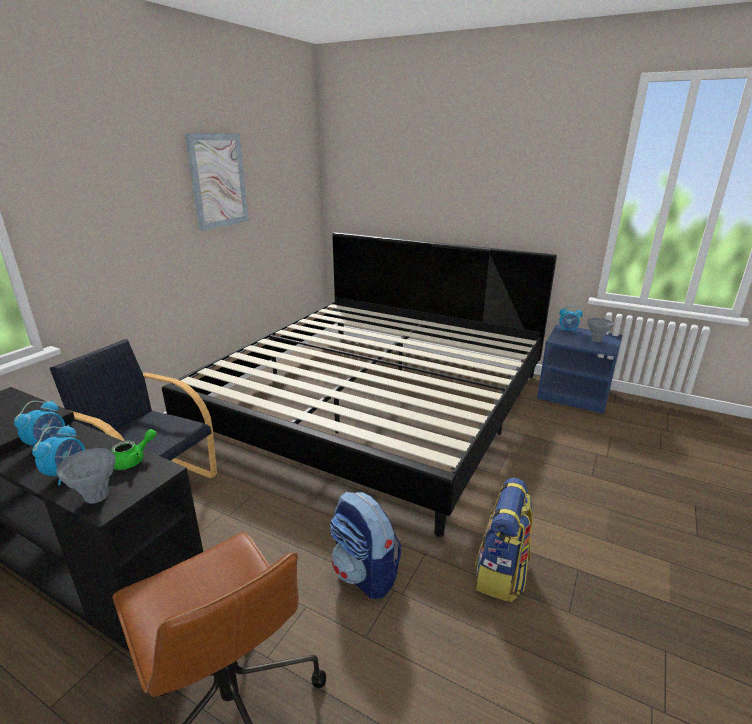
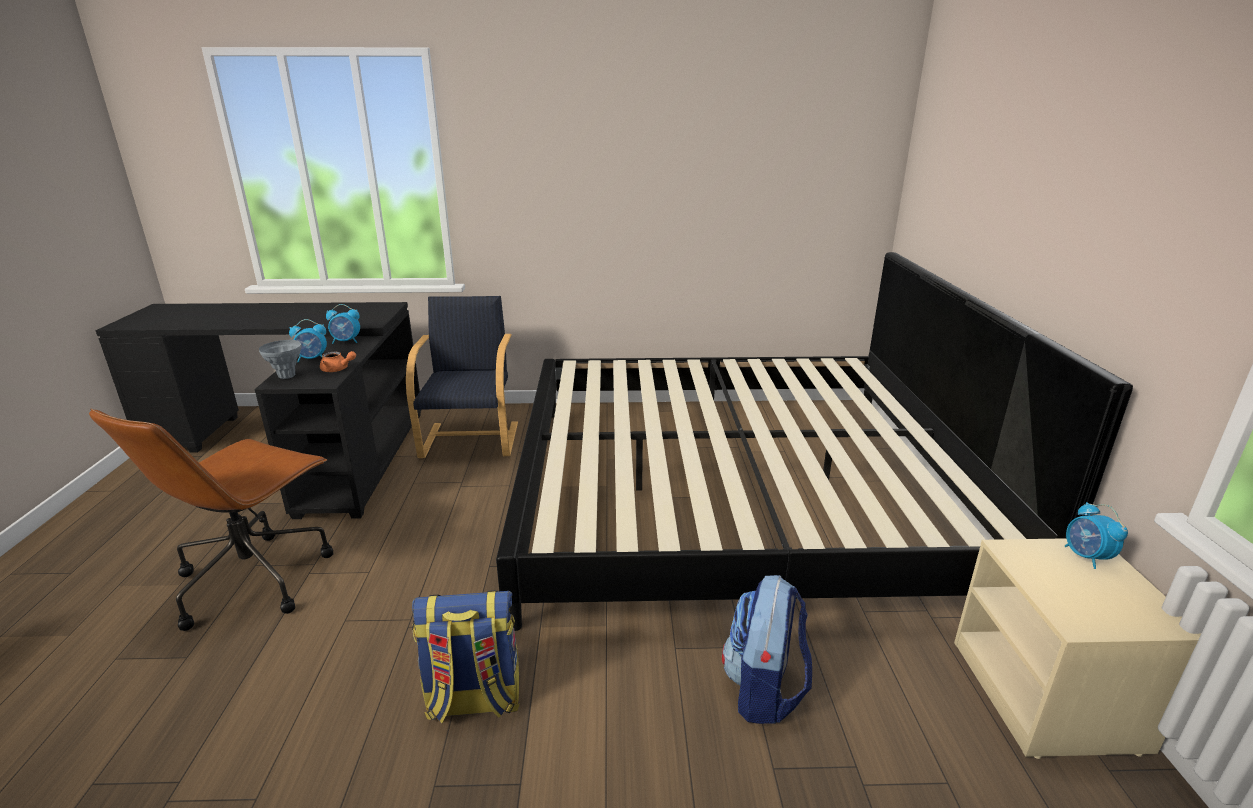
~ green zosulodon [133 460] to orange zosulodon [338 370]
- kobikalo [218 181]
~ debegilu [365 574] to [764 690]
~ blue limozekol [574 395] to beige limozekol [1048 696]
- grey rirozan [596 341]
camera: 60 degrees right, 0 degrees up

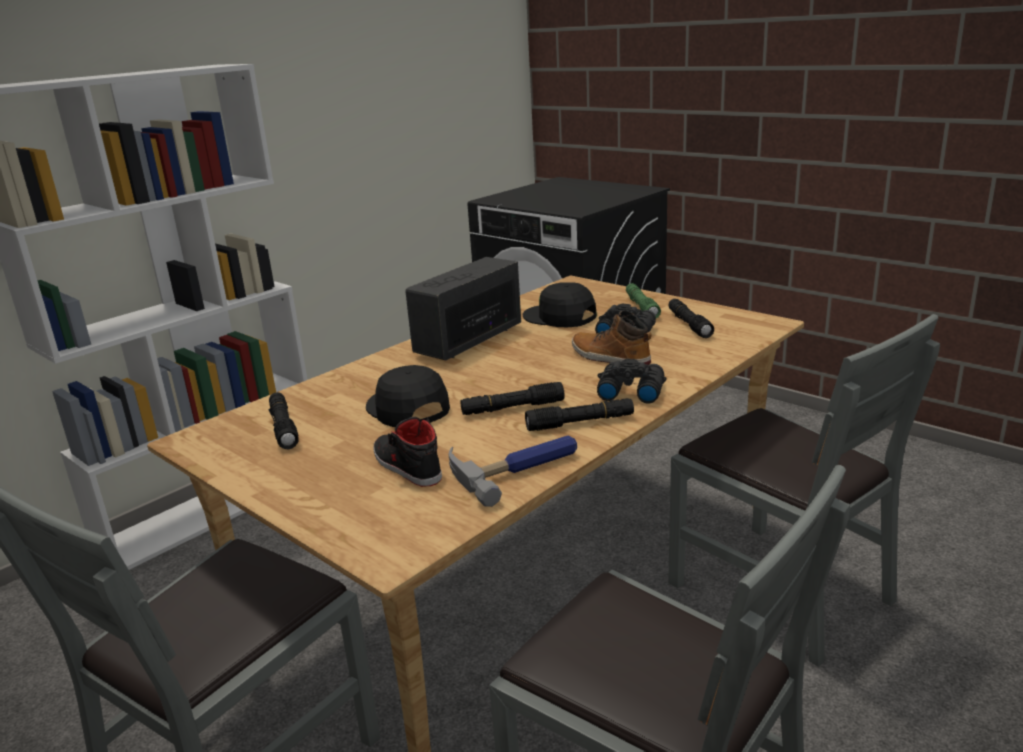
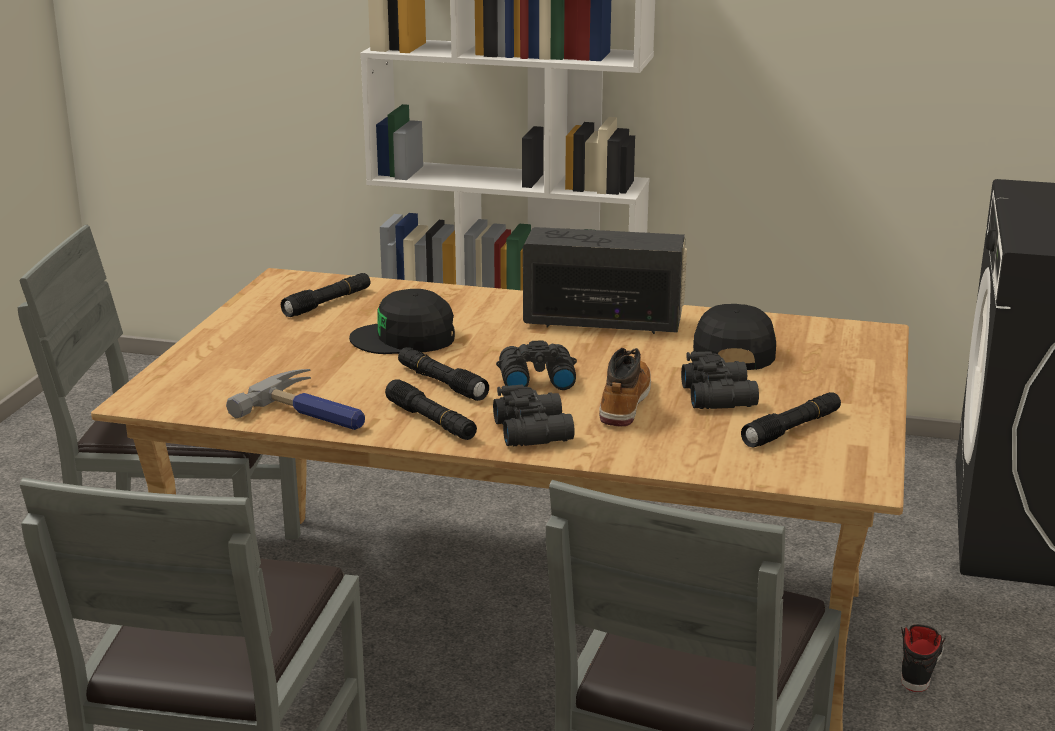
~ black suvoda [407 408] = [405 338] 120 degrees counterclockwise
~ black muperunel [406 466] to [920 664]
- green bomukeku [641 307]
+ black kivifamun [535 379]
camera: 60 degrees right, 0 degrees up

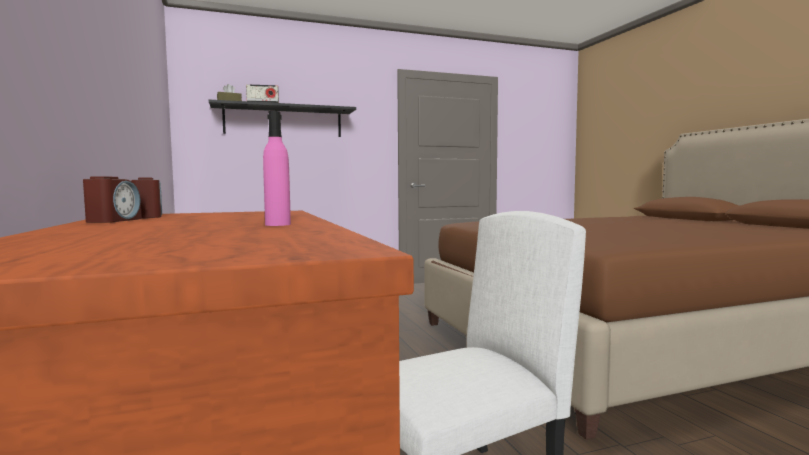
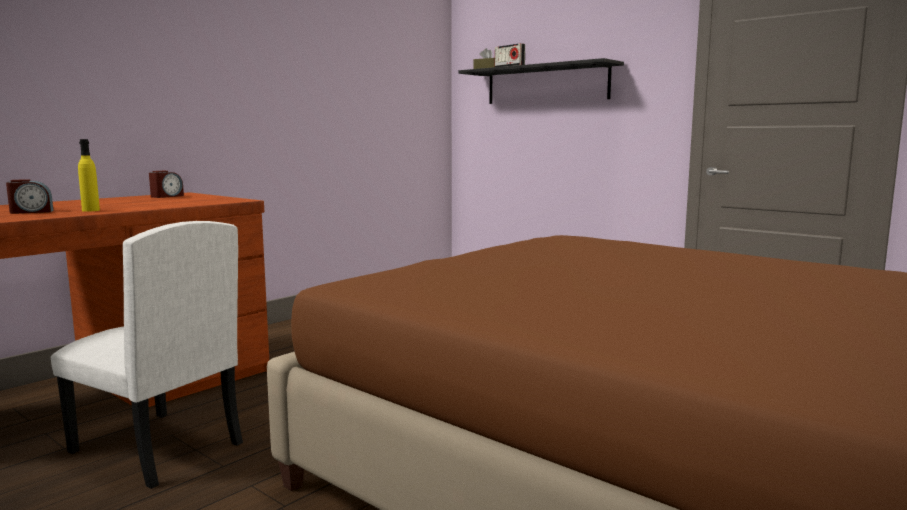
~ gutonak [114 220] to [31 212]
~ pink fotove [278 224] to yellow fotove [91 210]
camera: 60 degrees right, 5 degrees up

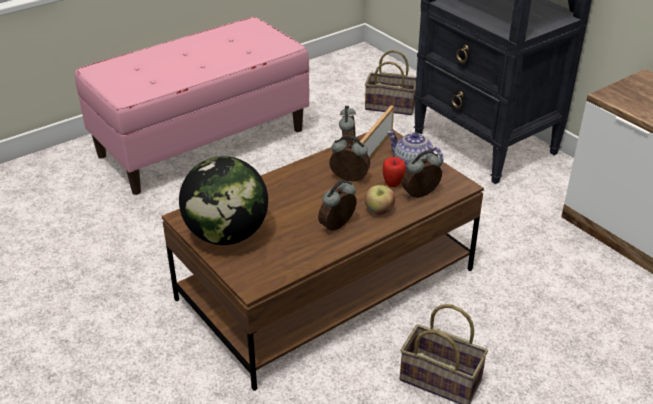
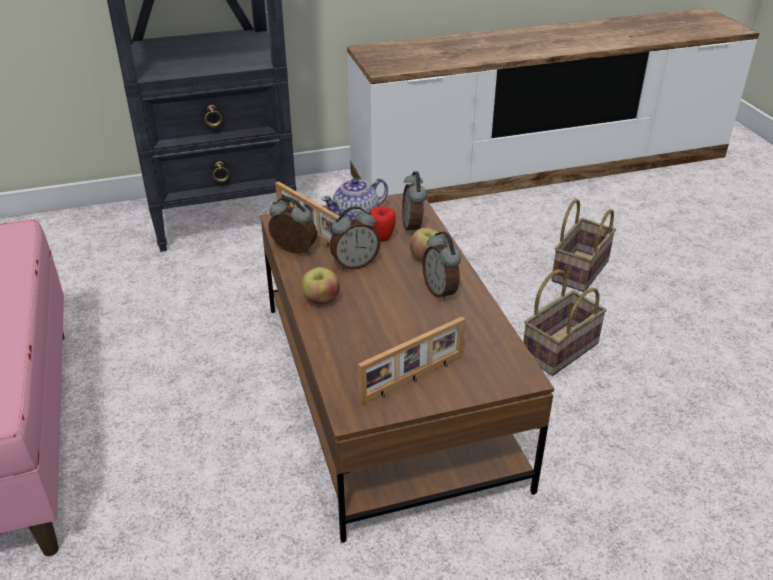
~ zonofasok [227 235] to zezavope [413 380]
~ gutonak [349 180] = [355 264] 150 degrees counterclockwise
~ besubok [391 106] to [579 269]
+ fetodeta [321 300]
camera: 70 degrees left, 0 degrees up

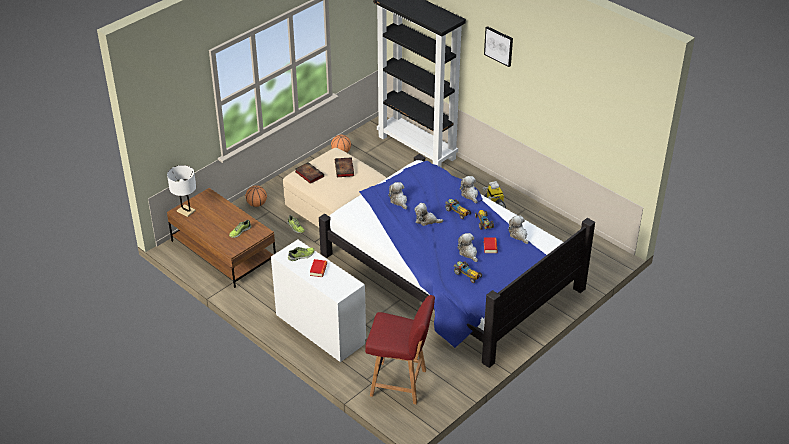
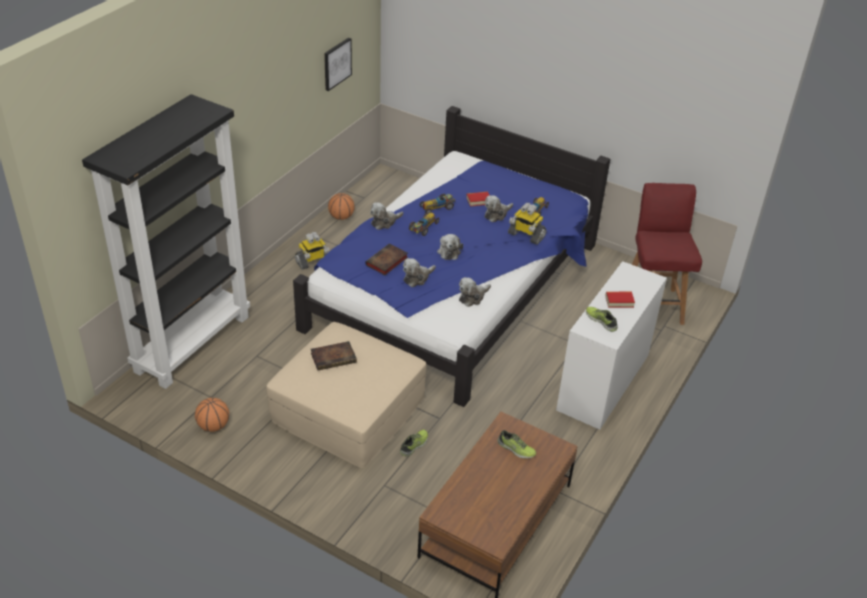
- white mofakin [186 211]
~ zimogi [257 204] to [341 217]
~ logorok [308 174] to [386 262]
~ kobikalo [499 46] to [336 63]
~ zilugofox [518 235] to [472 297]
+ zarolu [526 235]
camera: 105 degrees left, 0 degrees up

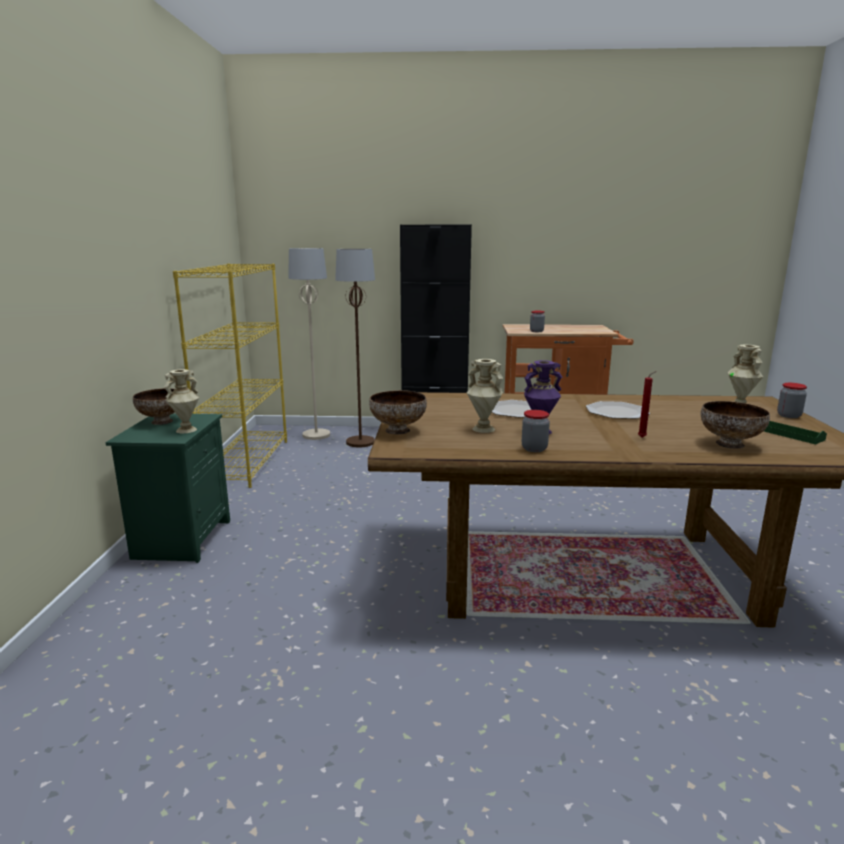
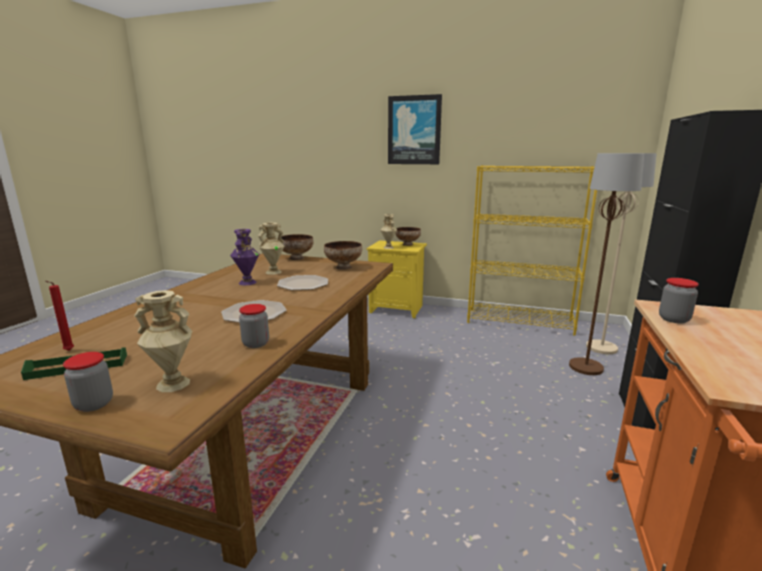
~ green limozekol [182 539] to yellow limozekol [397 309]
~ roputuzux [534 449] to [256 343]
~ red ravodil [643 437] to [67 351]
~ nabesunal [728 444] to [344 267]
+ kobikalo [414 130]
camera: 105 degrees right, 0 degrees up

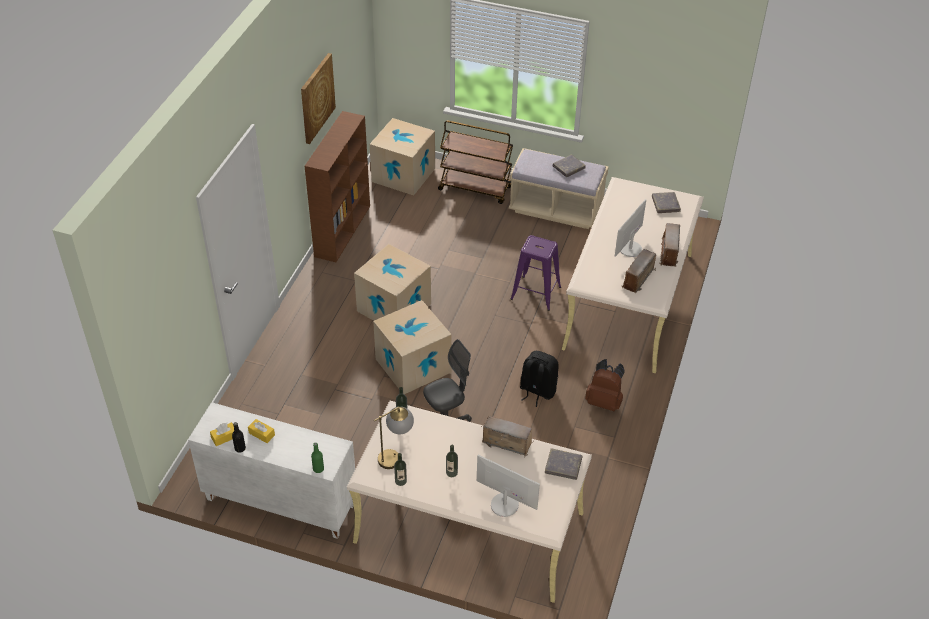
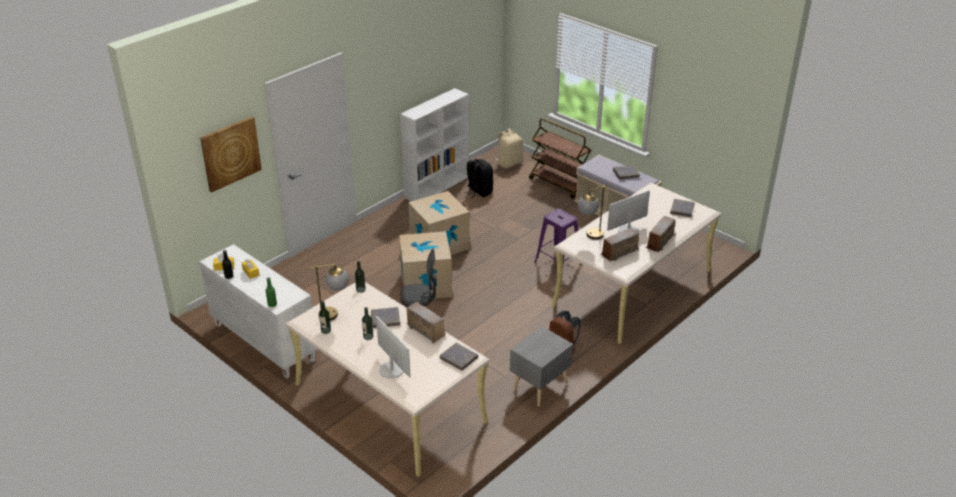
~ kobikalo [316 98] to [230 153]
~ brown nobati [342 230] to white nobati [437 186]
~ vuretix [403 175] to beige debegilu [509 163]
~ black debegilu [537 391] to [479 192]
+ grey logorok [385 319]
+ grey limozekol [539 386]
+ mofakin [589 236]
camera: 25 degrees right, 10 degrees down

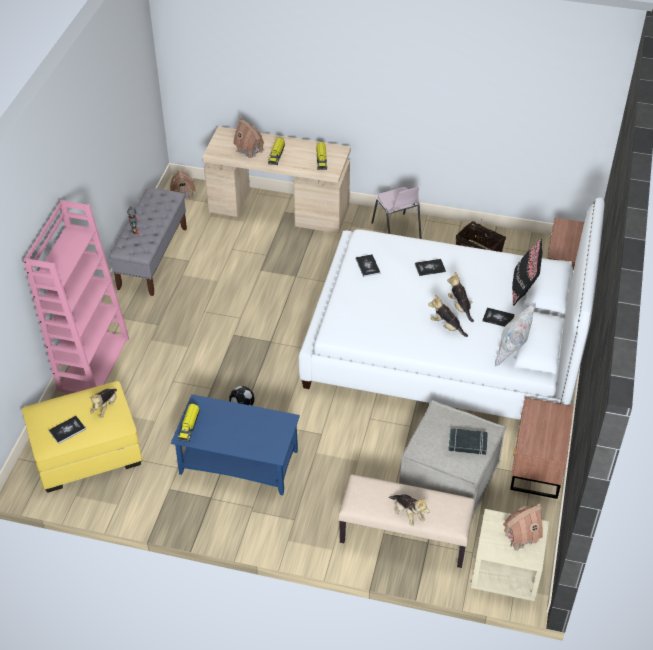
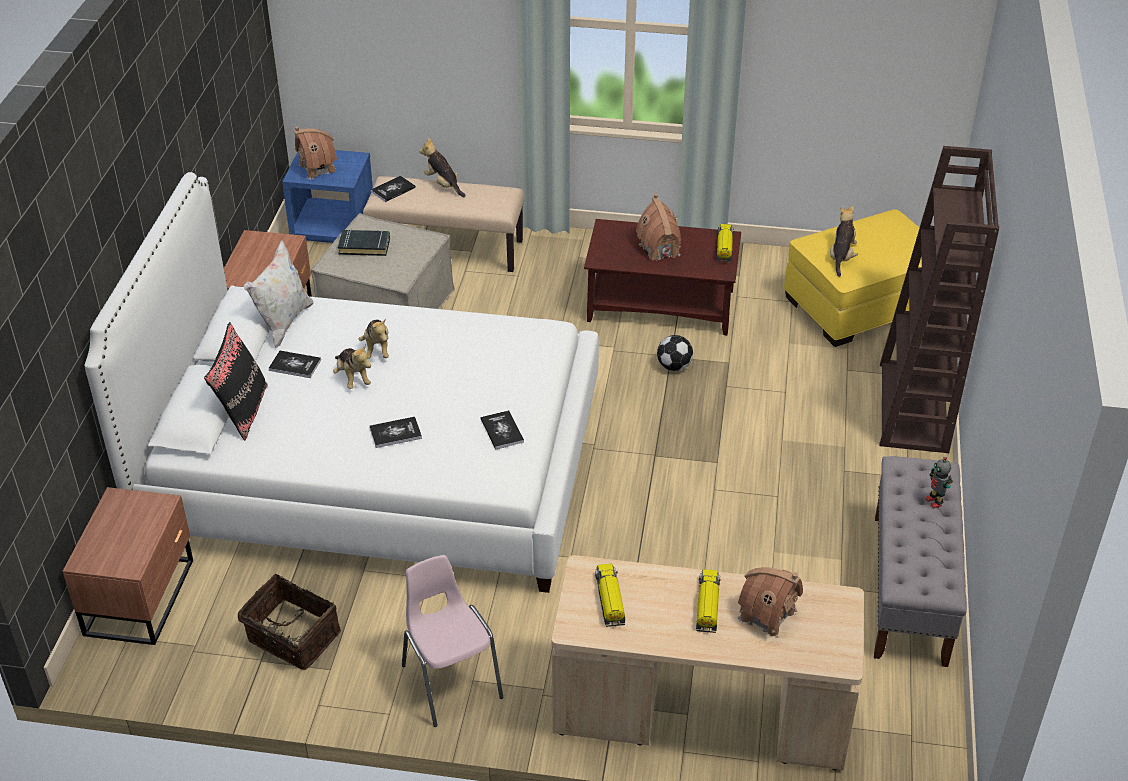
~ pink nobati [93 363] to brown nobati [914 408]
~ logorok [67 430] to [393 190]
~ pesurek [183 194] to [659 249]
~ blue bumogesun [240 462] to brown bumogesun [659 306]
~ zilugofox [446 326] = [377 349] 45 degrees clockwise
~ beige limozekol [505 573] to blue limozekol [334 226]
camera: 175 degrees right, 5 degrees down

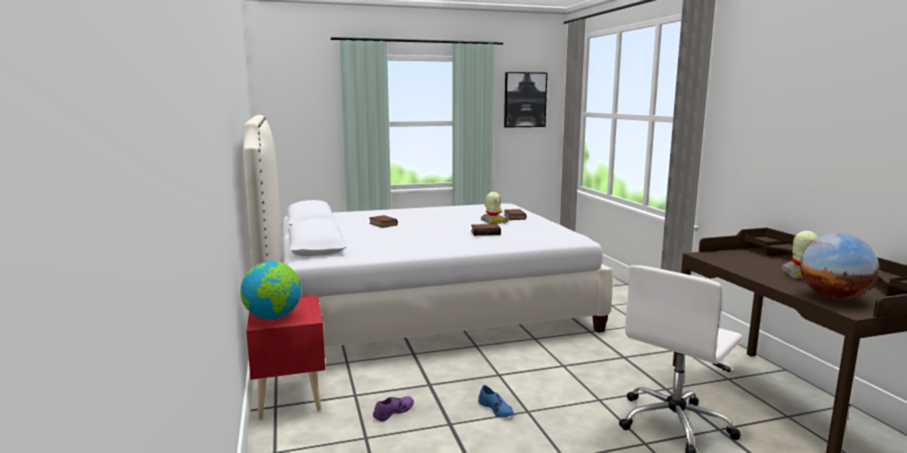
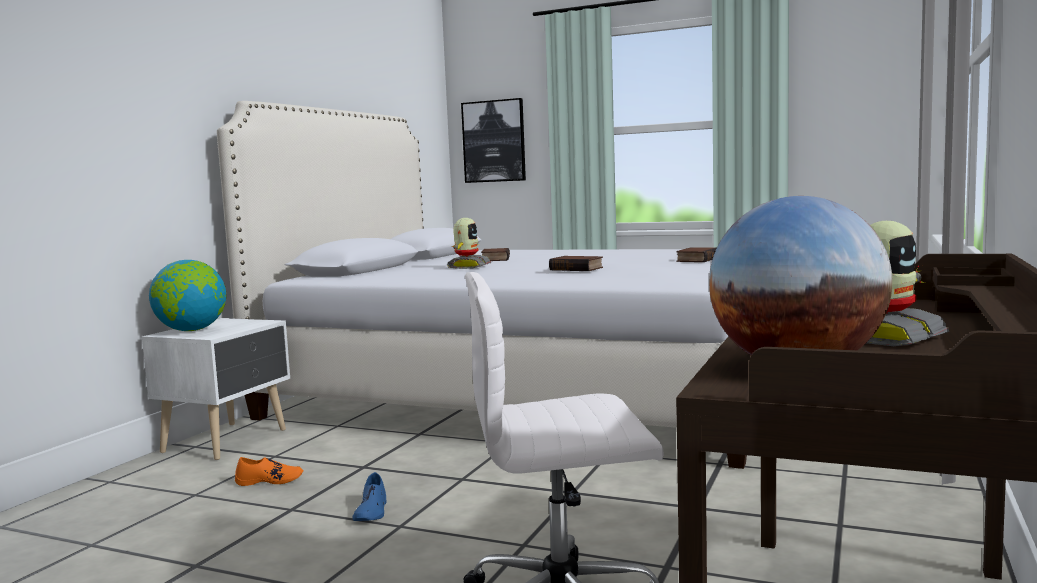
~ red limozekol [291 394] to white limozekol [228 440]
~ purple muperunel [393 412] to orange muperunel [270 481]
~ zarolu [493 221] to [468 266]
~ kobikalo [524 100] to [494 141]
camera: 40 degrees right, 5 degrees down

